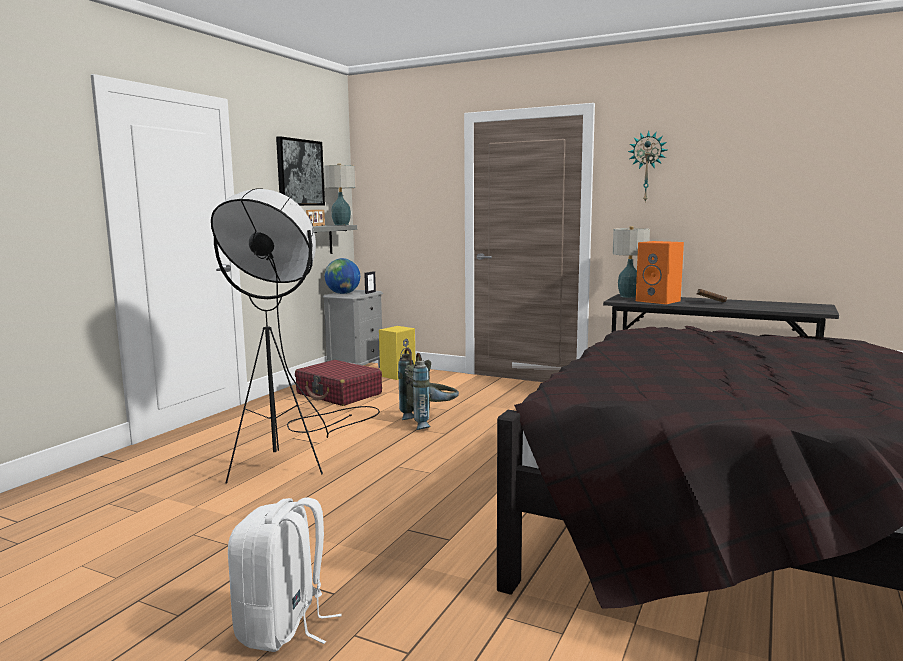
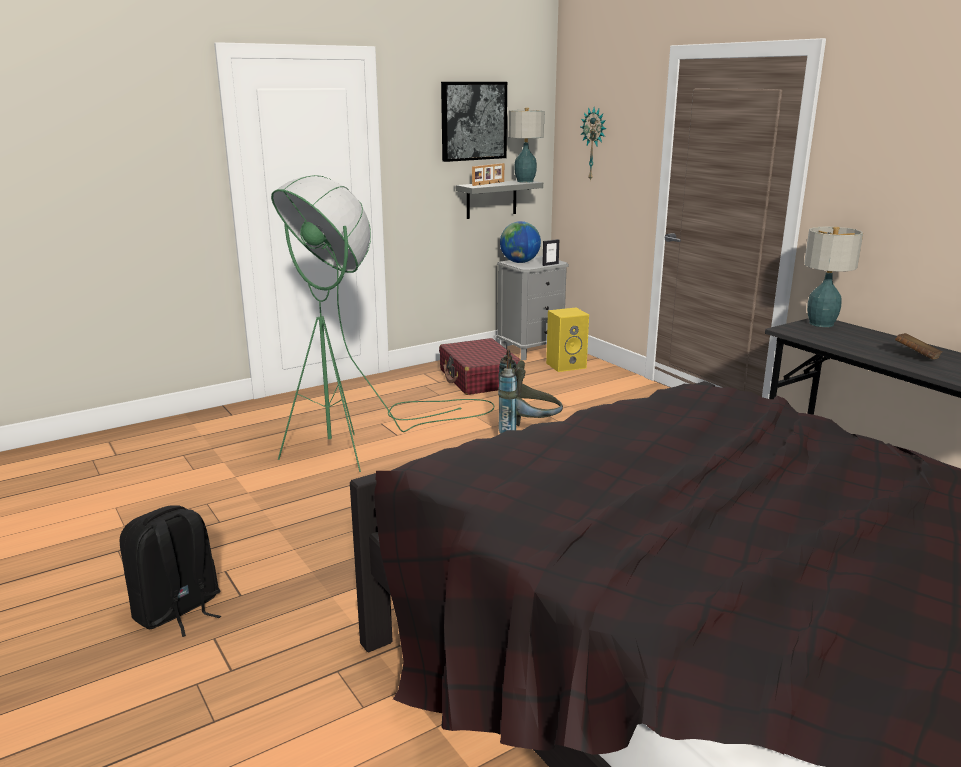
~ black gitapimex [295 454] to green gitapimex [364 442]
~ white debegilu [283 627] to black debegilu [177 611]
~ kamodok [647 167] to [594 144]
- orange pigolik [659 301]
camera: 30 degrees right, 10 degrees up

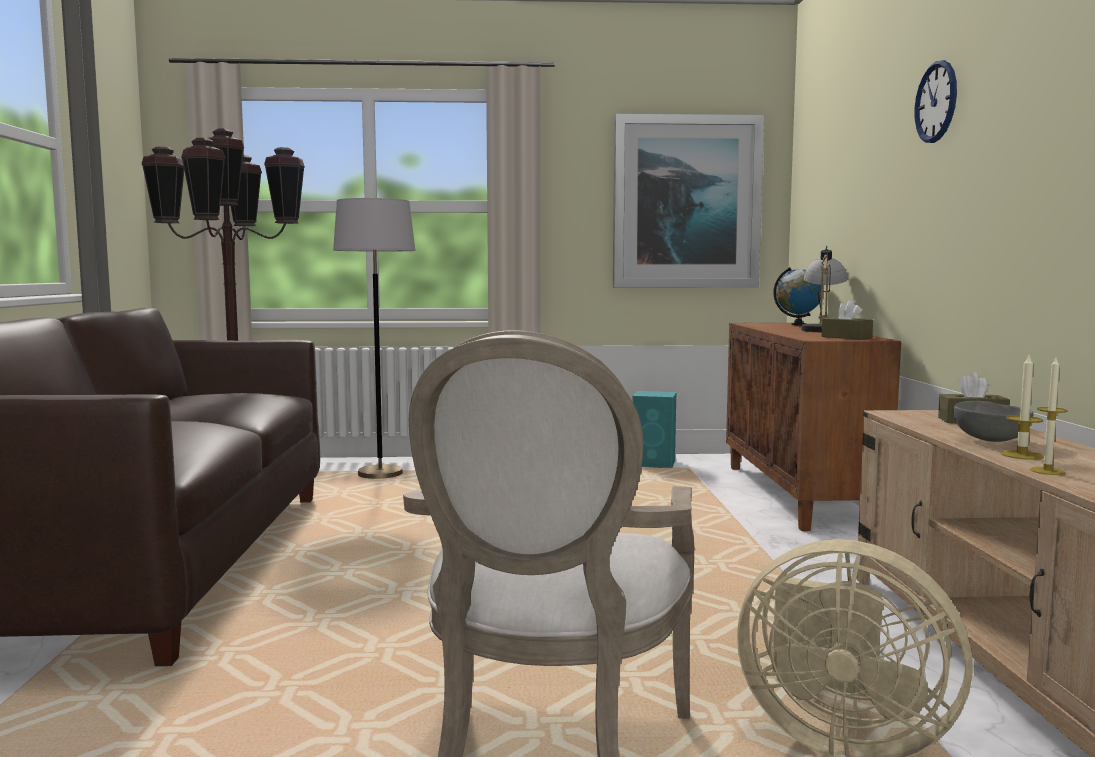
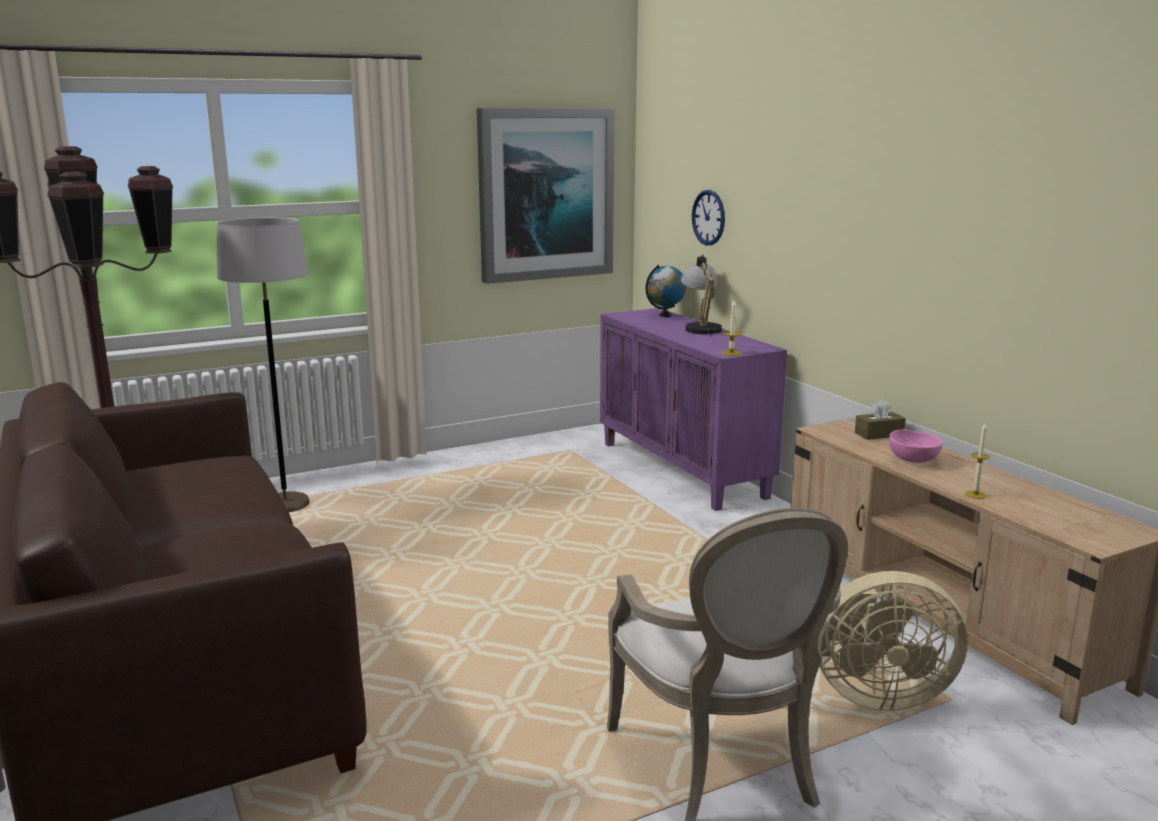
- turquoise pigolik [654 463]
~ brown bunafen [798 495] to purple bunafen [683 469]
- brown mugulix [846 337]
~ kamodok [936 102] to [708 217]
~ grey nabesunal [991 440] to pink nabesunal [913 460]
~ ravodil [1021 455] to [731 353]
camera: 25 degrees left, 10 degrees up

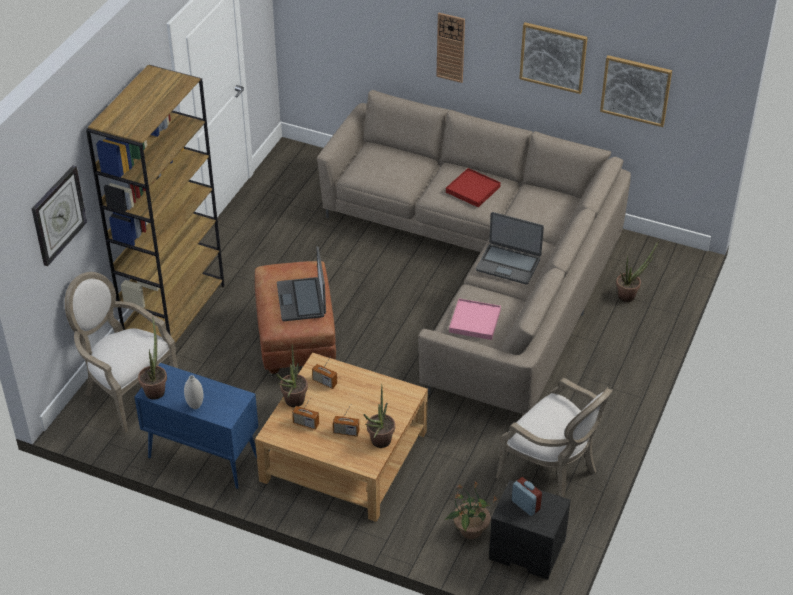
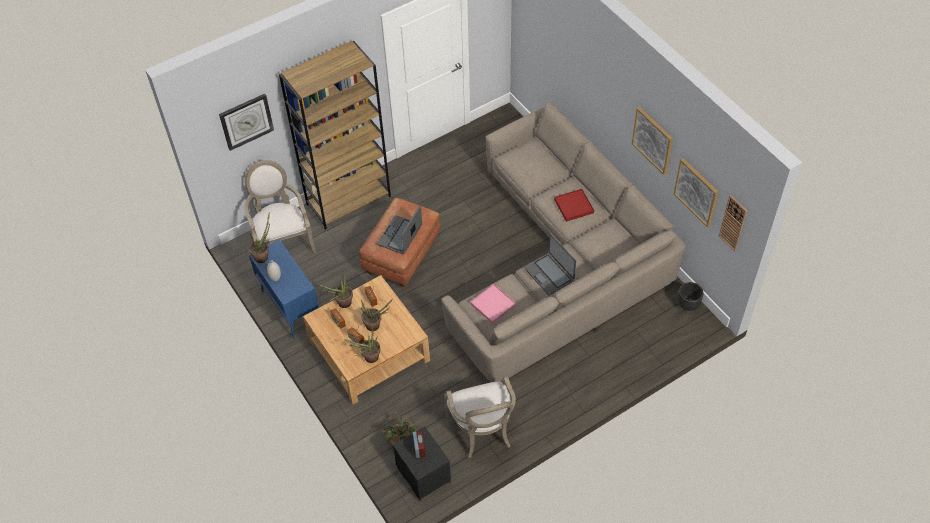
~ kamodok [450 47] to [733 223]
~ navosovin [629 295] to [376 326]
+ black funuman [688 305]
camera: 35 degrees right, 10 degrees up

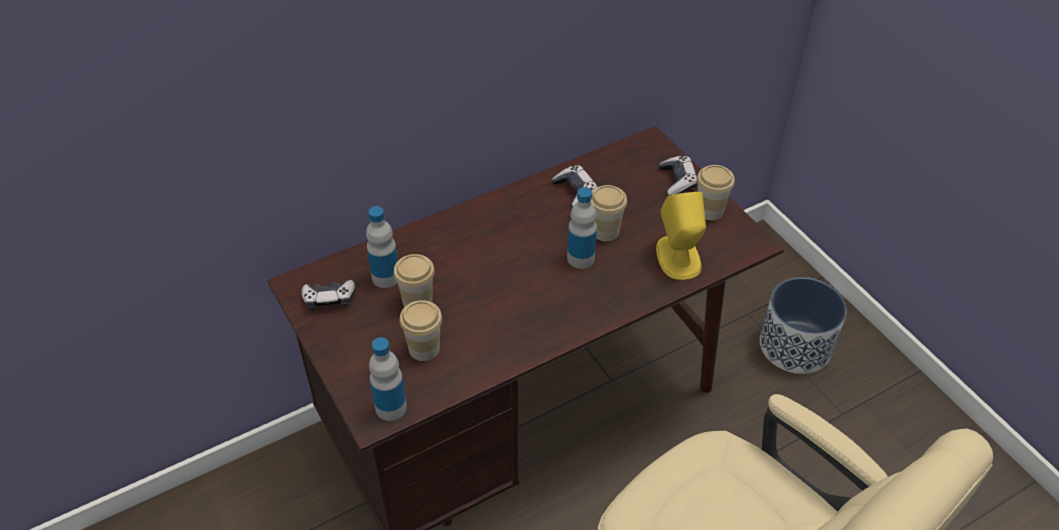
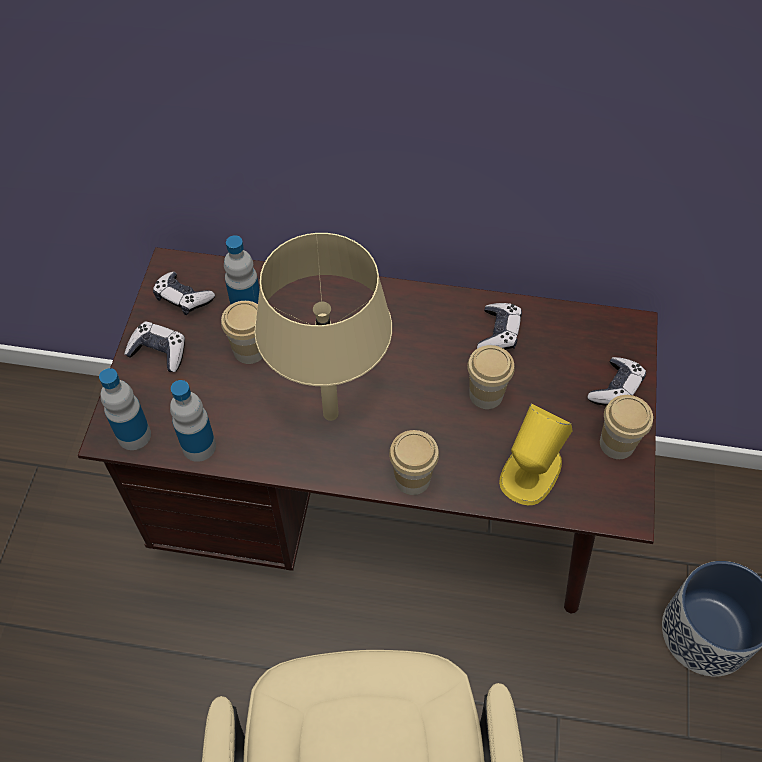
~ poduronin [424 348] to [412 479]
~ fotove [580 258] to [199 446]
+ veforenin [159 352]
+ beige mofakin [331 414]
camera: 40 degrees right, 10 degrees up

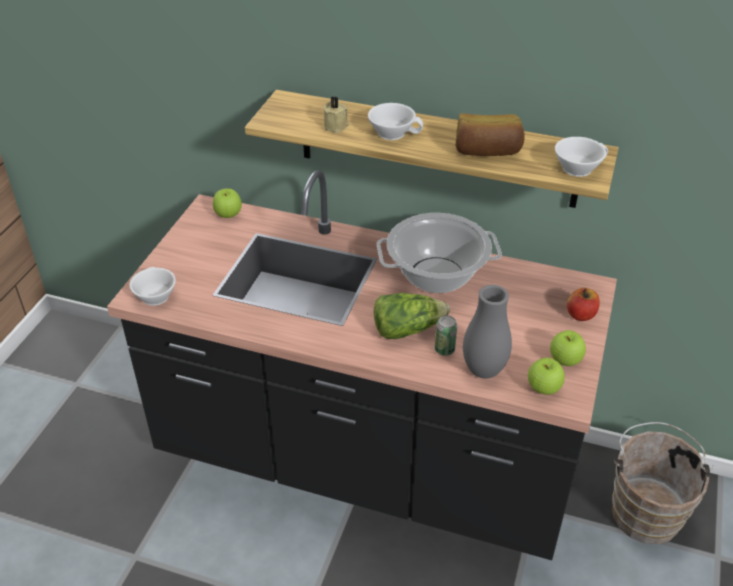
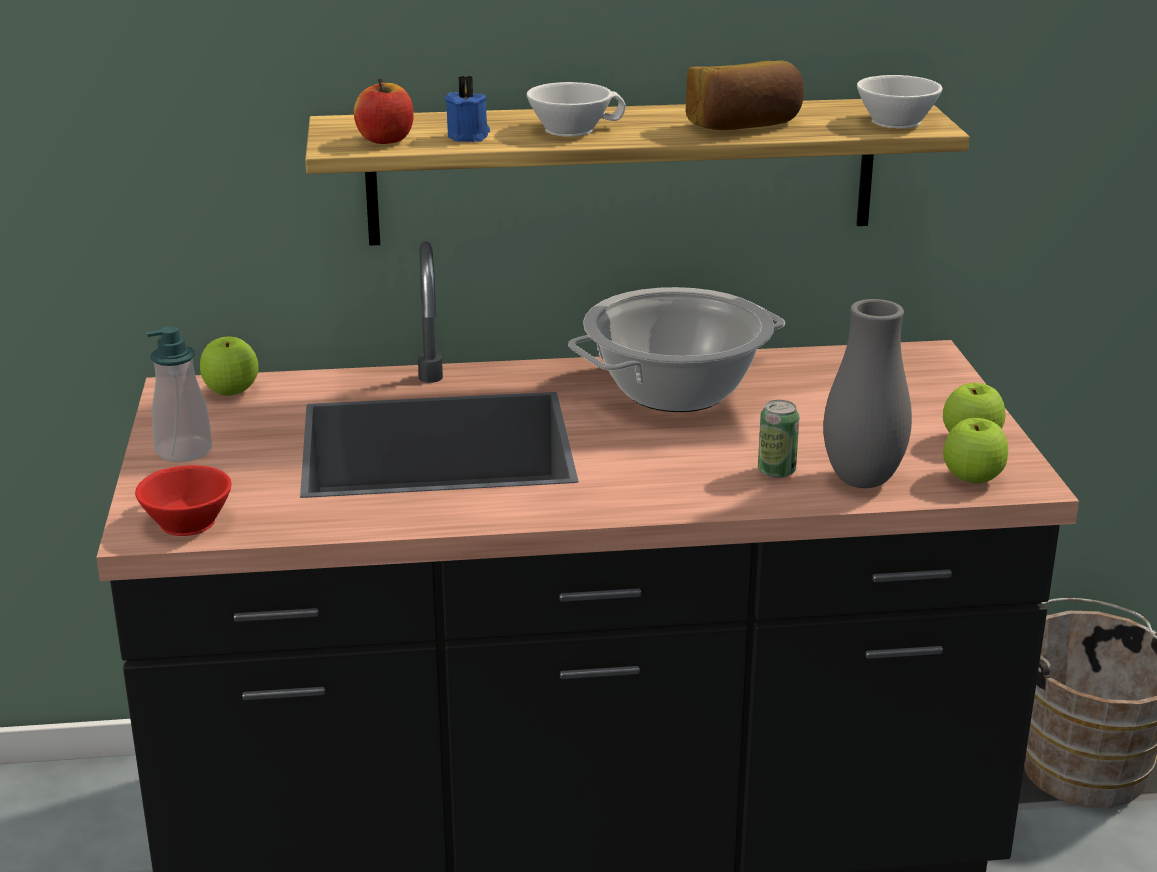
~ white poduronin [153 296] to red poduronin [182 522]
~ beige ravodil [336 126] to blue ravodil [469 136]
- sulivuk [407 329]
~ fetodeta [581 315] to [385 140]
+ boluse [184 451]
camera: 25 degrees left, 15 degrees down

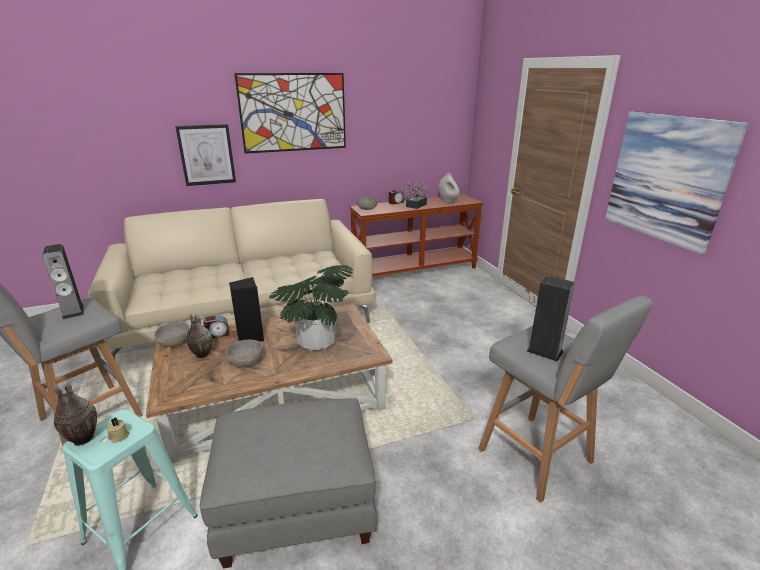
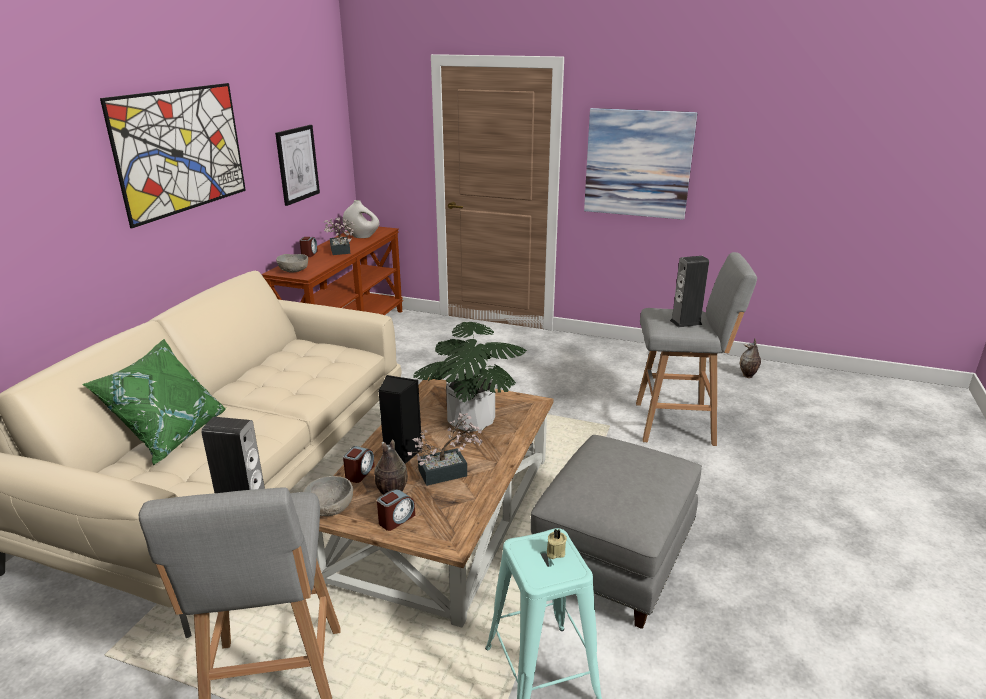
~ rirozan [82 440] to [748 376]
~ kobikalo [206 155] to [297 164]
~ grey nabesunal [246 362] to navosovin [448 472]
+ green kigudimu [170 435]
+ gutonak [396 519]
camera: 50 degrees left, 0 degrees up

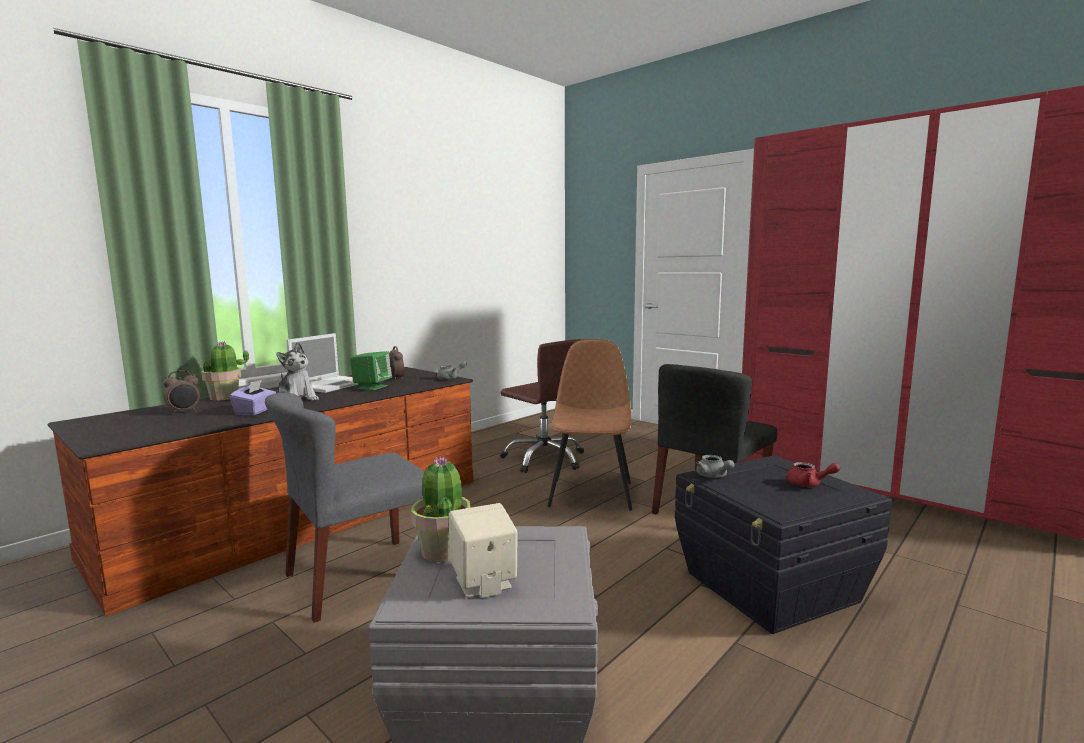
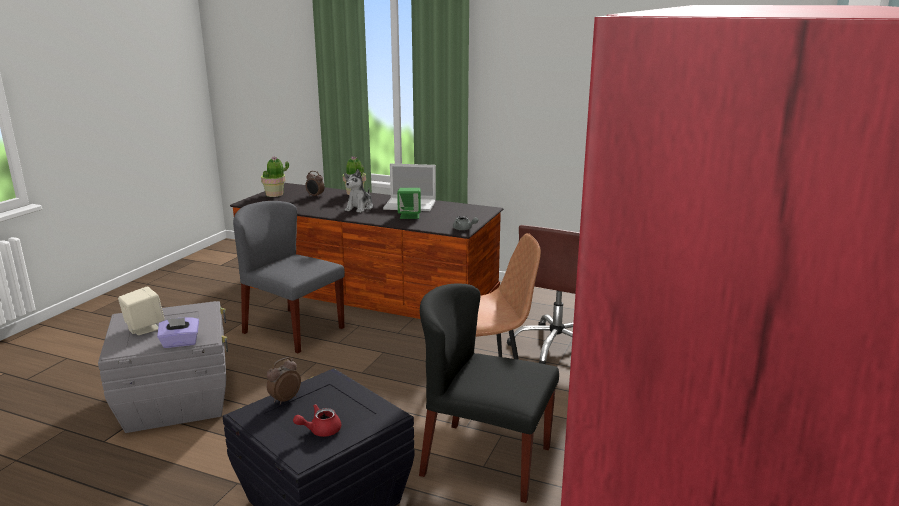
~ purple mugulix [255 411] to [180 343]
~ gutonak [396 379] to [284 399]
~ navosovin [443 550] to [275 194]
- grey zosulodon [713 476]
~ red zosulodon [808 484] = [320 430] 60 degrees clockwise
camera: 70 degrees right, 10 degrees up

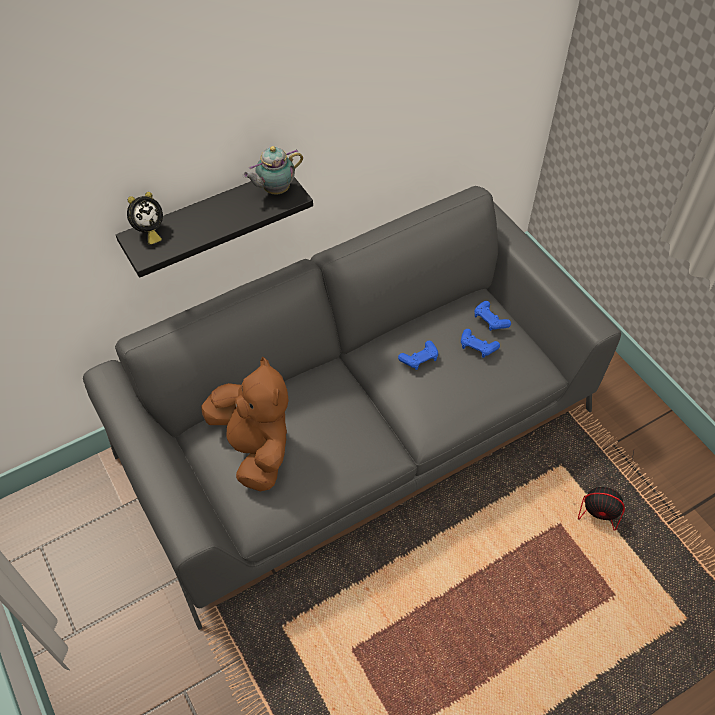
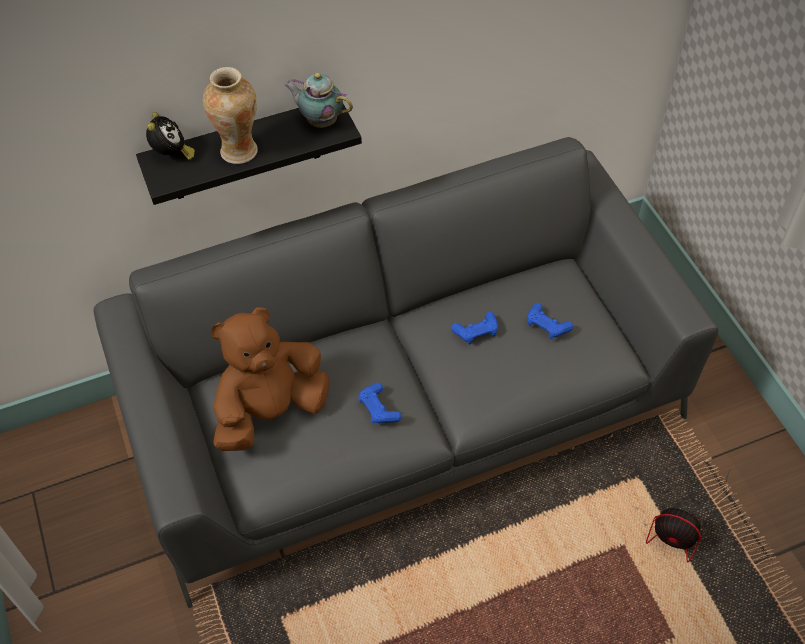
~ gutonak [148 232] = [172 155] 60 degrees counterclockwise
~ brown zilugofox [255 448] = [270 411] 105 degrees counterclockwise
~ zosulodon [274 190] = [320 121] 45 degrees clockwise
~ blue veforenin [490 320] to [378 408]
+ rirozan [240 150]
camera: 10 degrees right, 0 degrees up

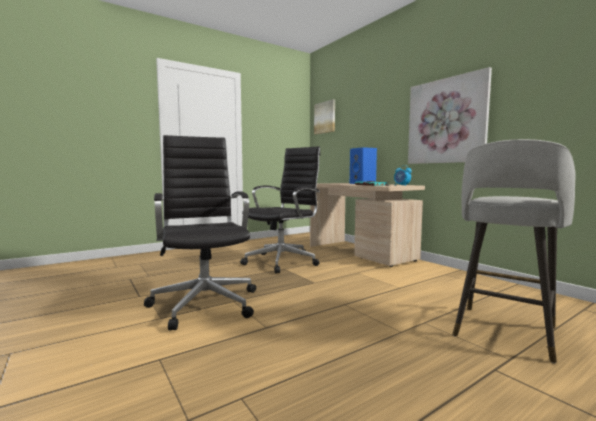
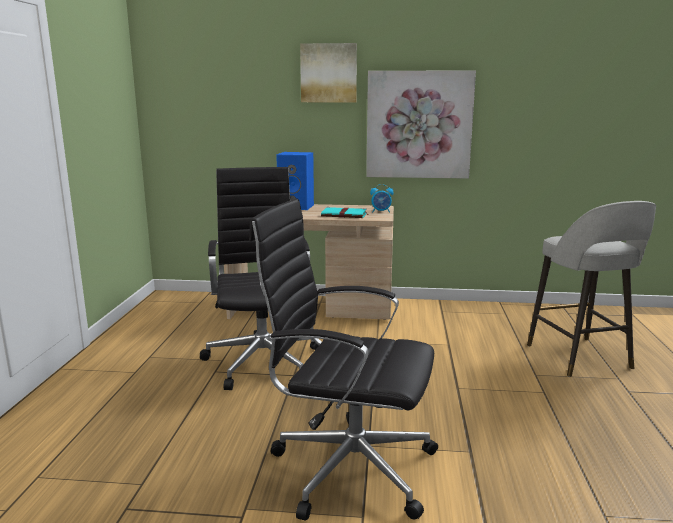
~ kobikalo [325 117] to [328 73]
camera: 50 degrees left, 10 degrees up

